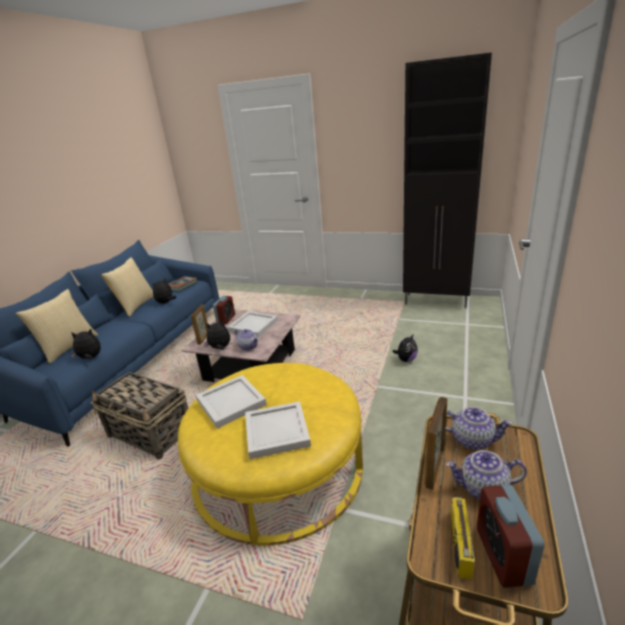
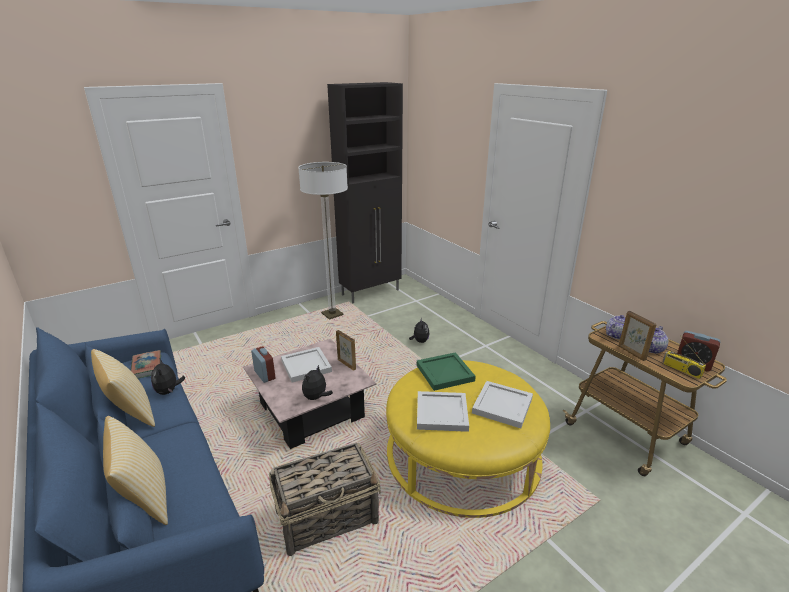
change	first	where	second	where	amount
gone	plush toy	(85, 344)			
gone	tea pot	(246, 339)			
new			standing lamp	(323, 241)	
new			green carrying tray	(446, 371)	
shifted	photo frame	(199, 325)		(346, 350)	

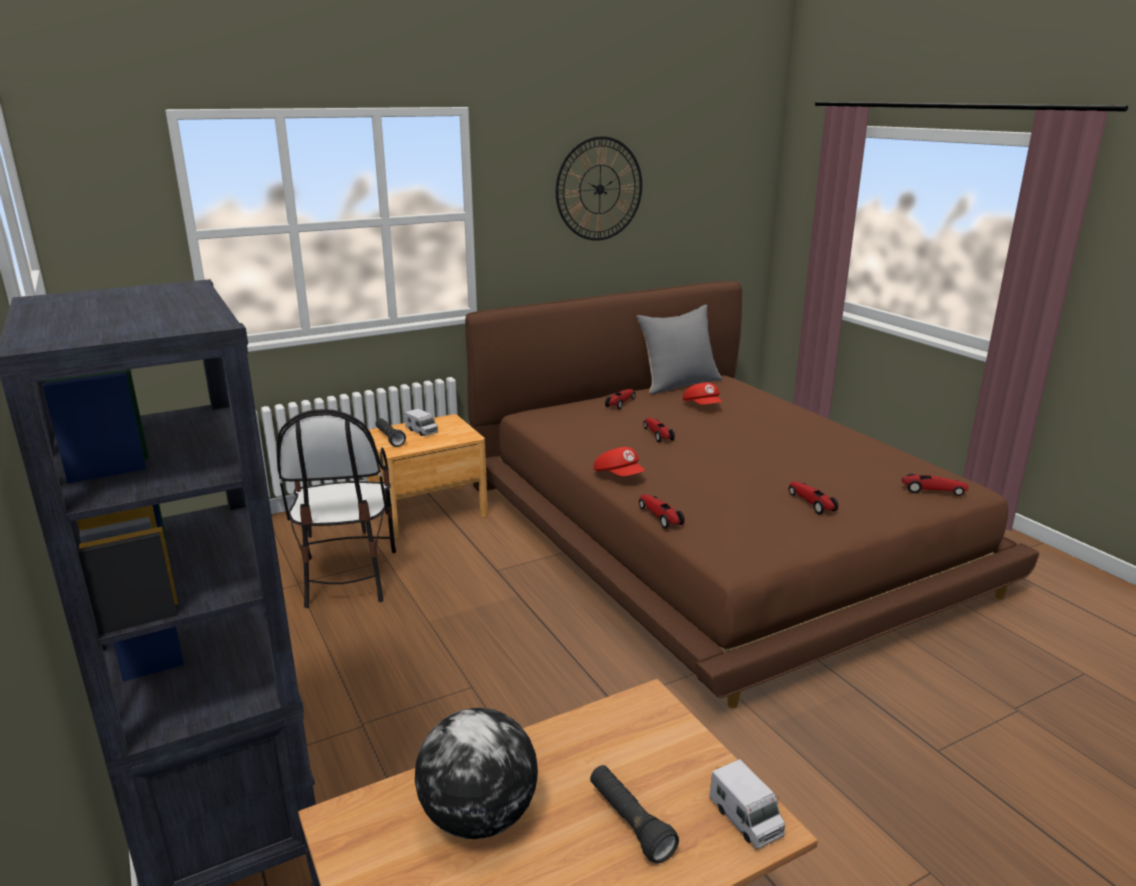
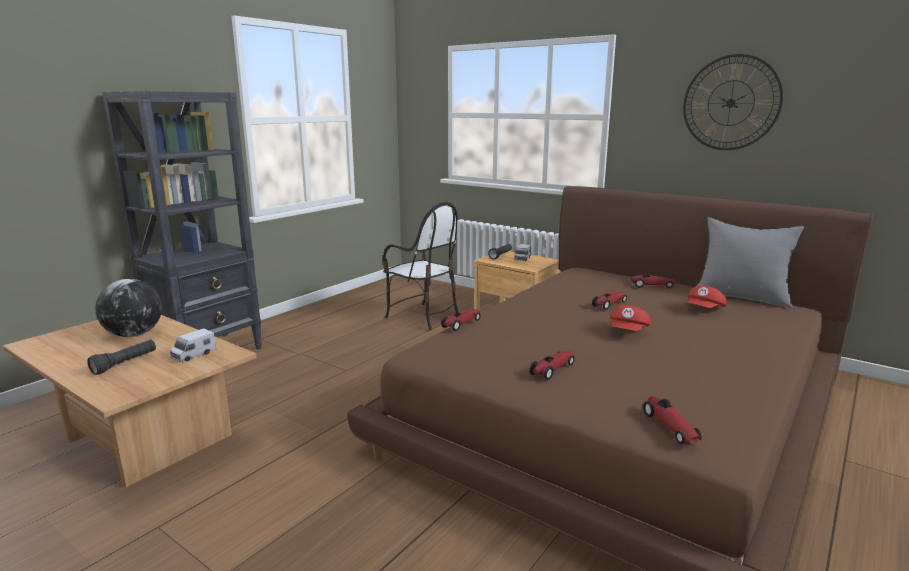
change	first	where	second	where	amount
shifted	red baseball cap	(619, 461)		(630, 318)	
shifted	model truck	(747, 804)		(193, 345)	
rotated	plain chair	(336, 508)		(420, 266)	105 degrees counterclockwise

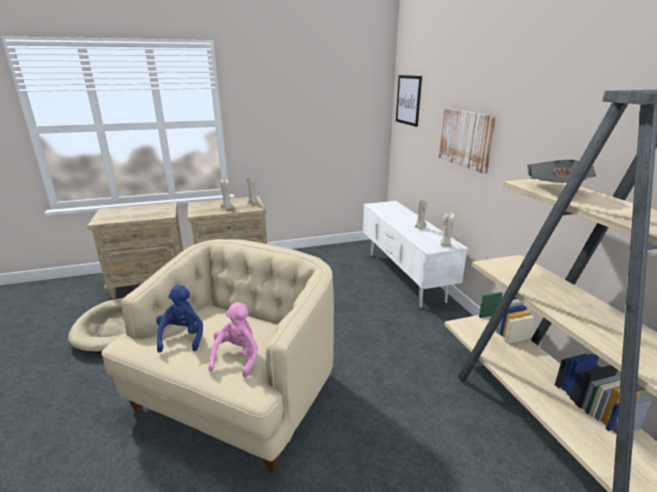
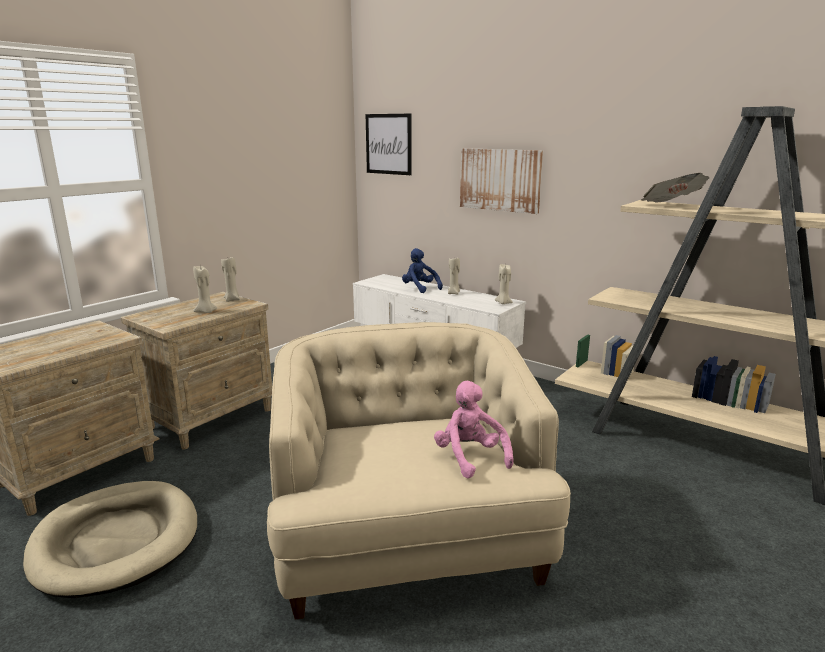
change	first	where	second	where	amount
shifted	bluish plush toy	(179, 319)		(422, 270)	

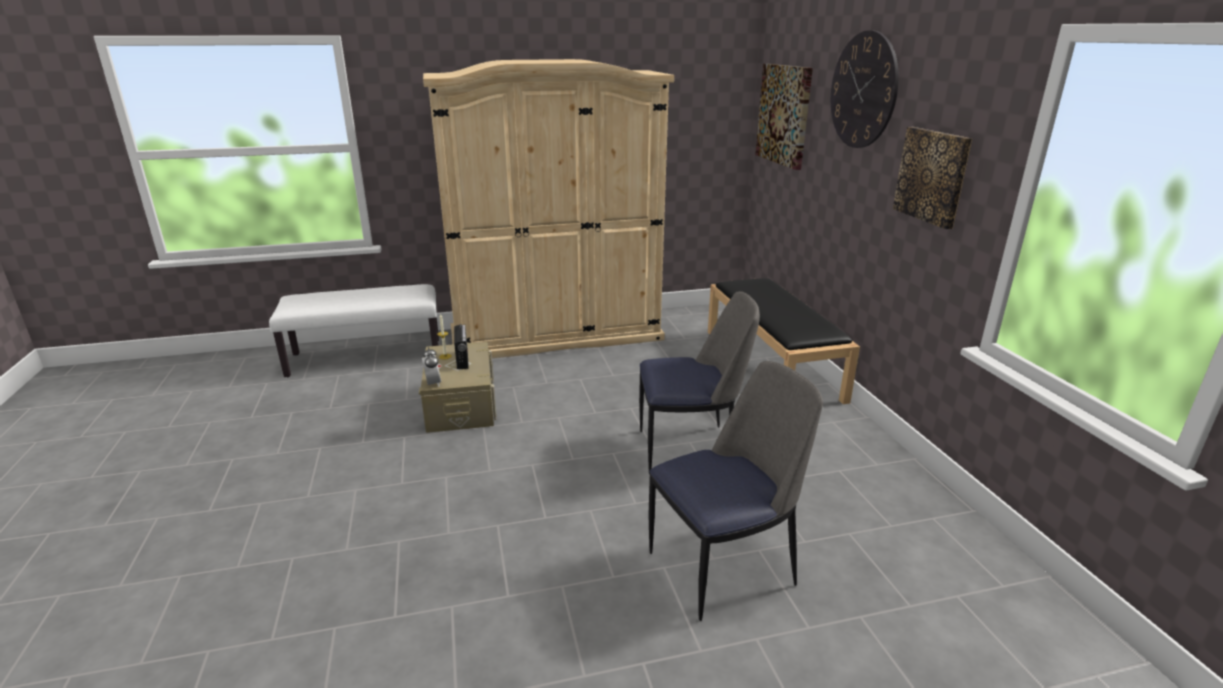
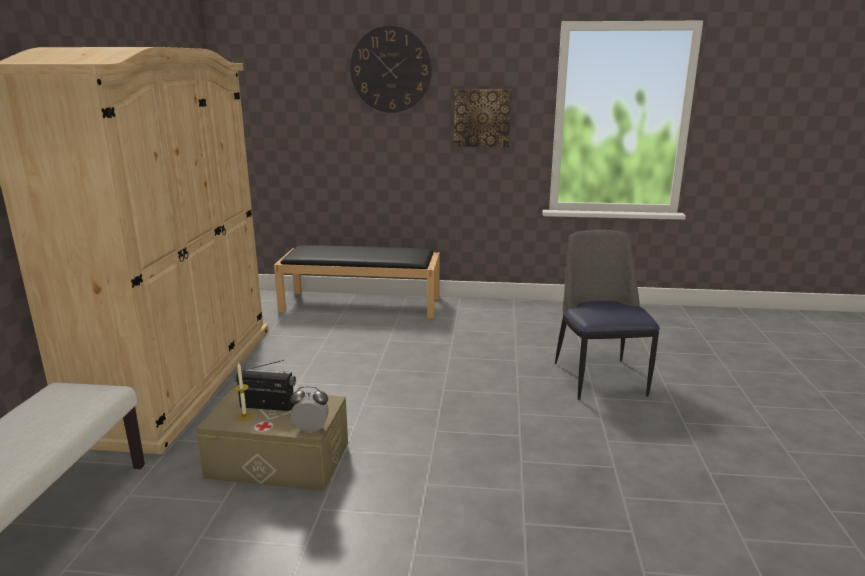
change	first	where	second	where	amount
gone	plain chair	(699, 383)			
gone	wall picture	(784, 117)			

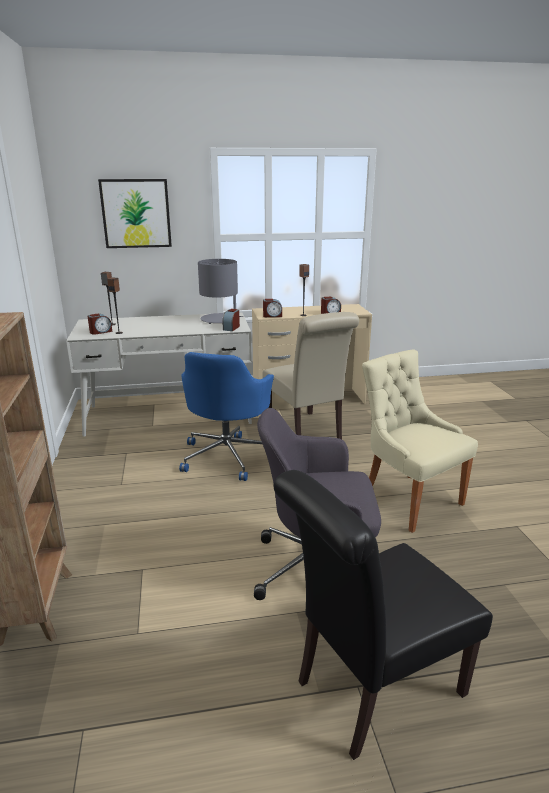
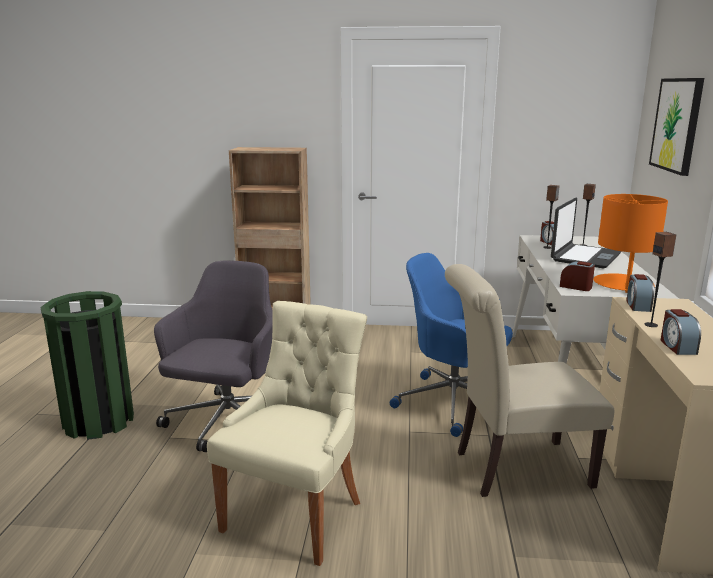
change	first	where	second	where	amount
new			notebook computer	(586, 233)	
swapped	blackish plain chair	(383, 615)	green waste bin	(87, 365)	
repainted	gray lamp for a table	(220, 291)	orangey lamp for a table	(630, 243)	
rotated	sand-coloured plain chair	(420, 441)		(287, 433)	45 degrees counterclockwise

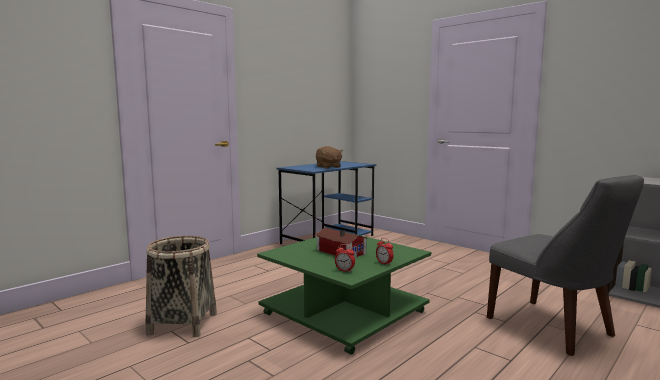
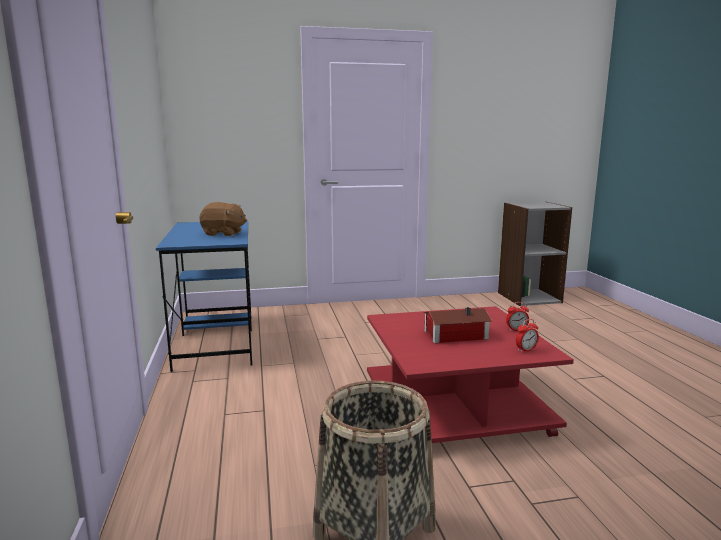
change	first	where	second	where	amount
gone	gray plain chair	(565, 265)			
repainted	green coffee table	(344, 293)	red coffee table	(470, 374)	

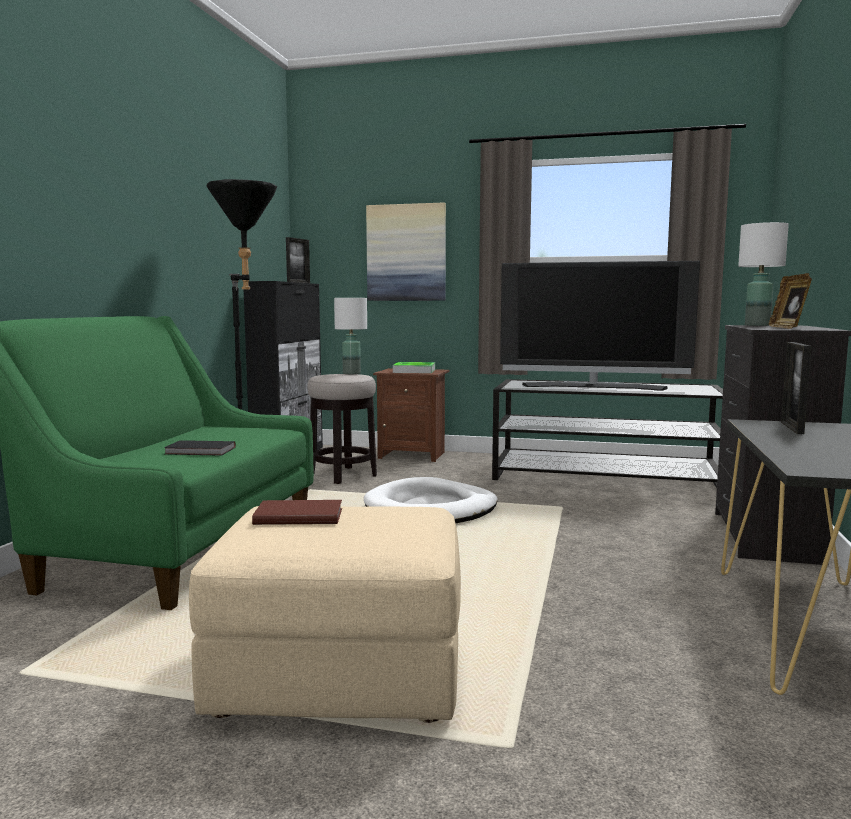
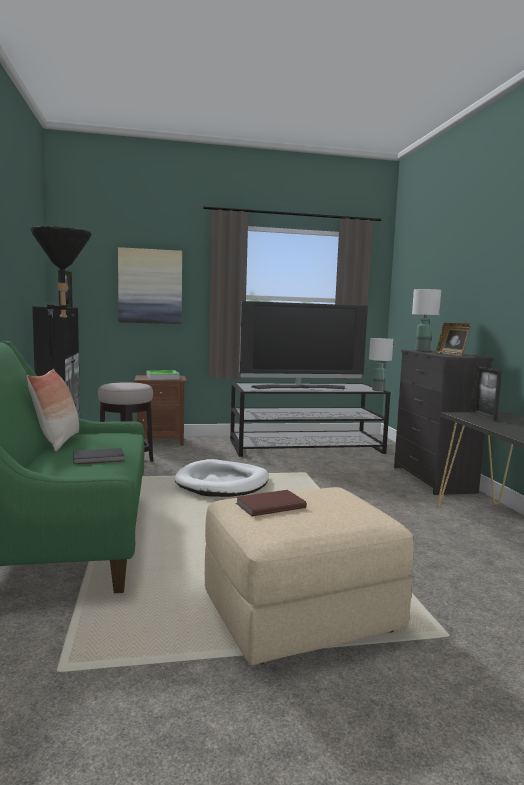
change	first	where	second	where	amount
new			throw pillow	(53, 409)	
shifted	white-coloured lamp for a table	(350, 336)		(381, 364)	

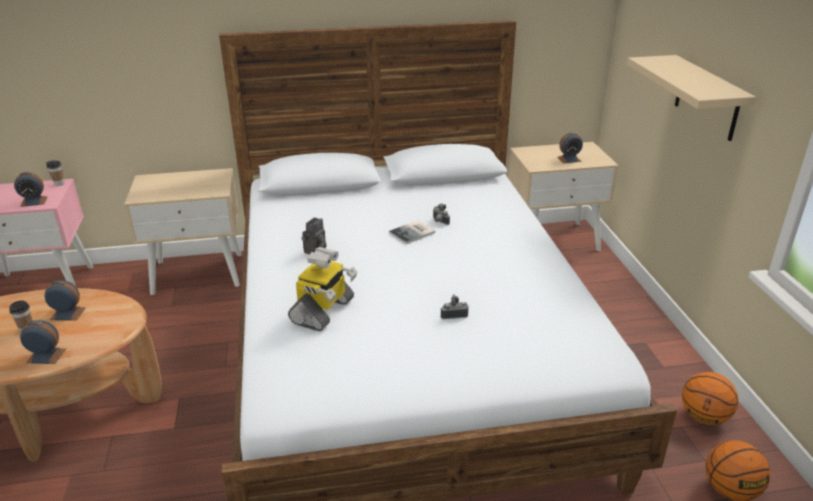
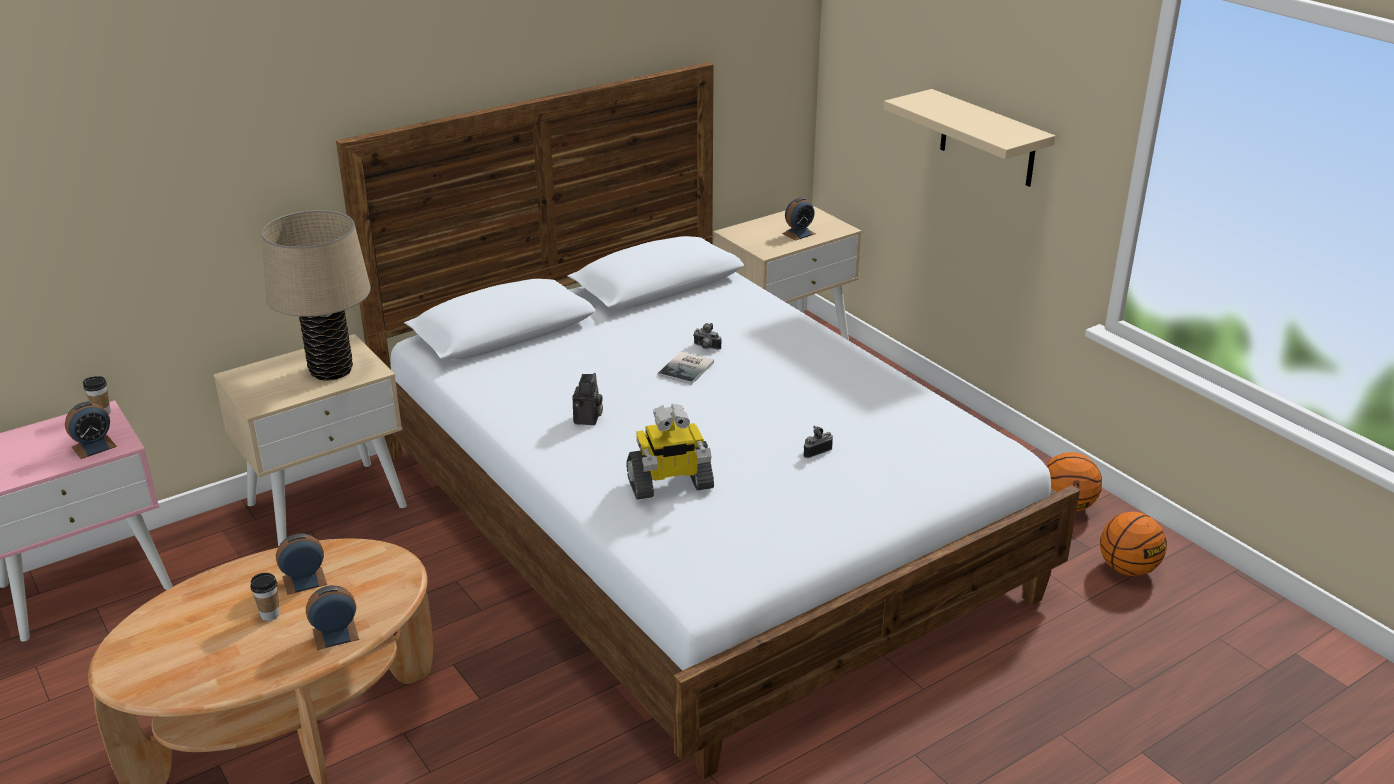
change	first	where	second	where	amount
new			sand-coloured lamp for a table	(316, 295)	
rotated	robot figure	(322, 289)		(670, 452)	75 degrees clockwise

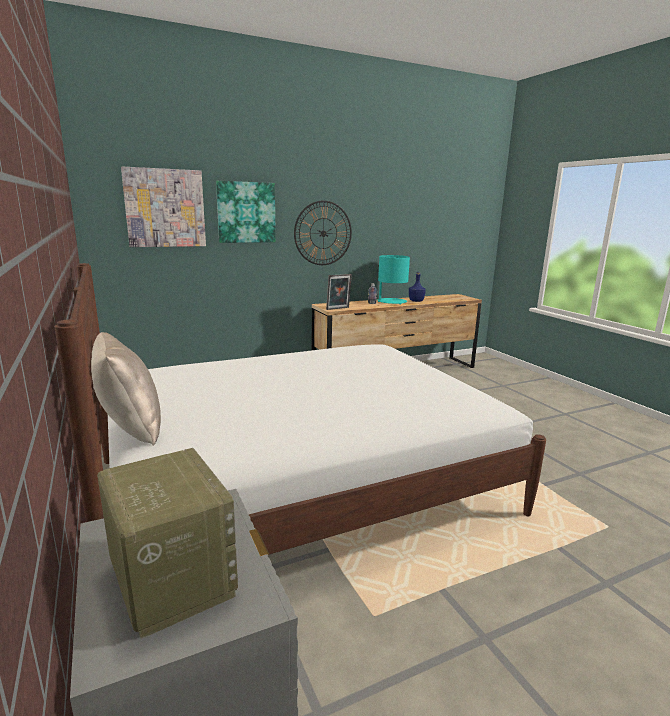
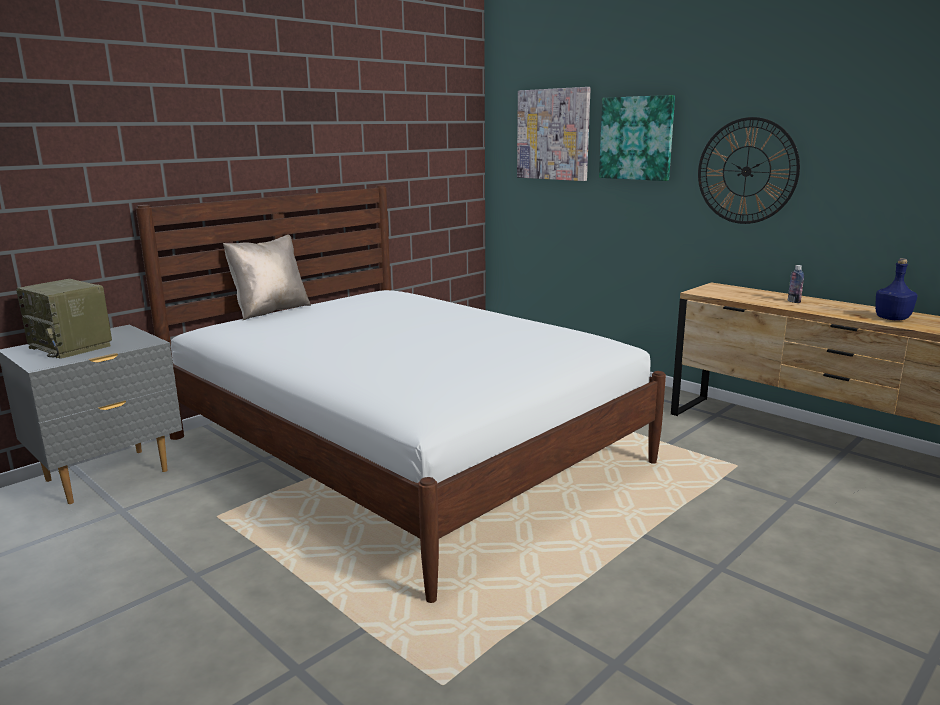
change	first	where	second	where	amount
gone	photo frame	(339, 292)			
gone	turquoise lamp for a table	(393, 280)			
rotated	radio	(167, 543)		(64, 319)	90 degrees clockwise

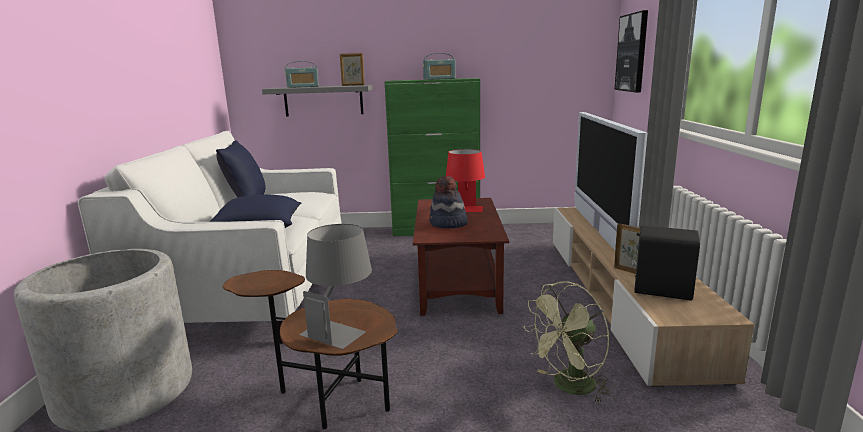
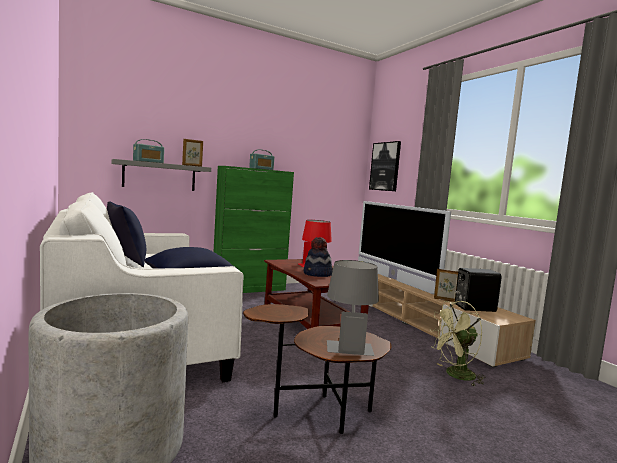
change	first	where	second	where	amount
rotated	green cooling fan	(566, 341)		(457, 343)	45 degrees clockwise

